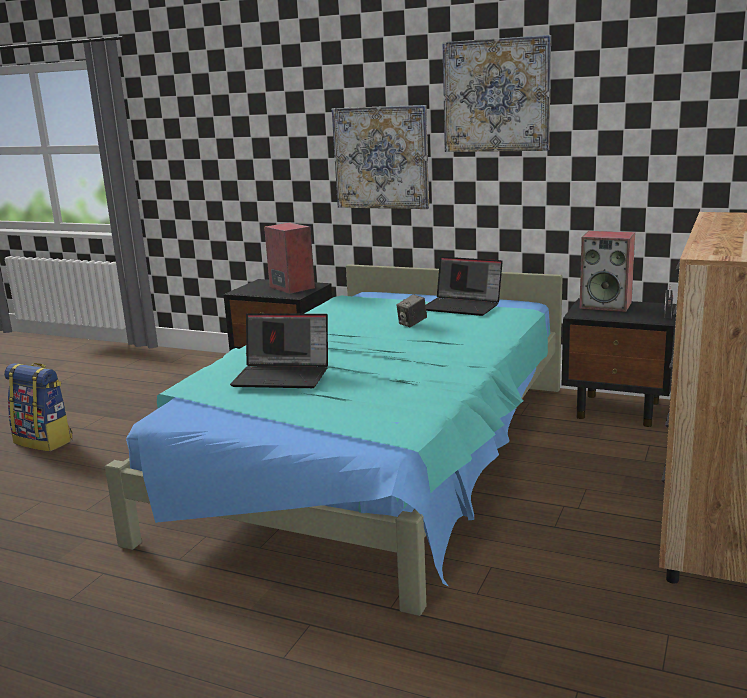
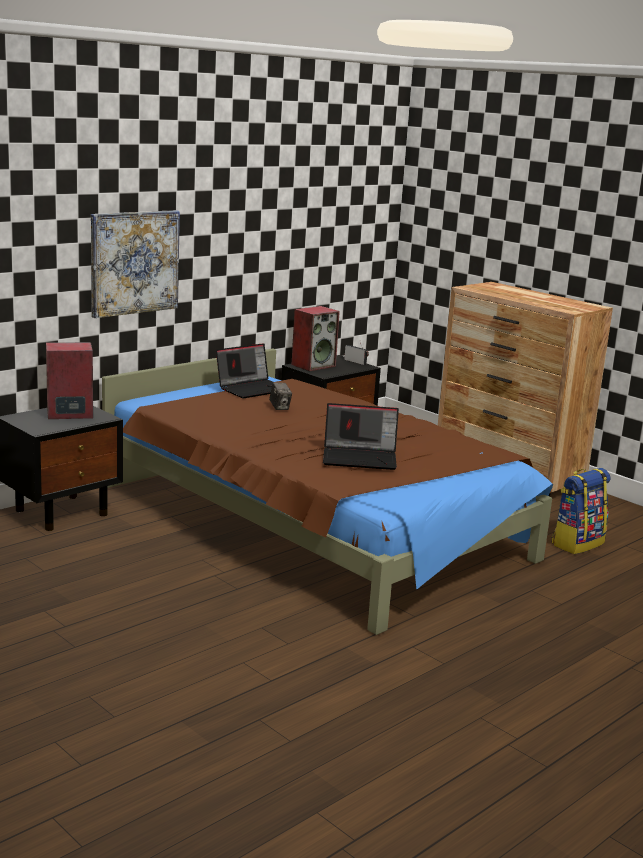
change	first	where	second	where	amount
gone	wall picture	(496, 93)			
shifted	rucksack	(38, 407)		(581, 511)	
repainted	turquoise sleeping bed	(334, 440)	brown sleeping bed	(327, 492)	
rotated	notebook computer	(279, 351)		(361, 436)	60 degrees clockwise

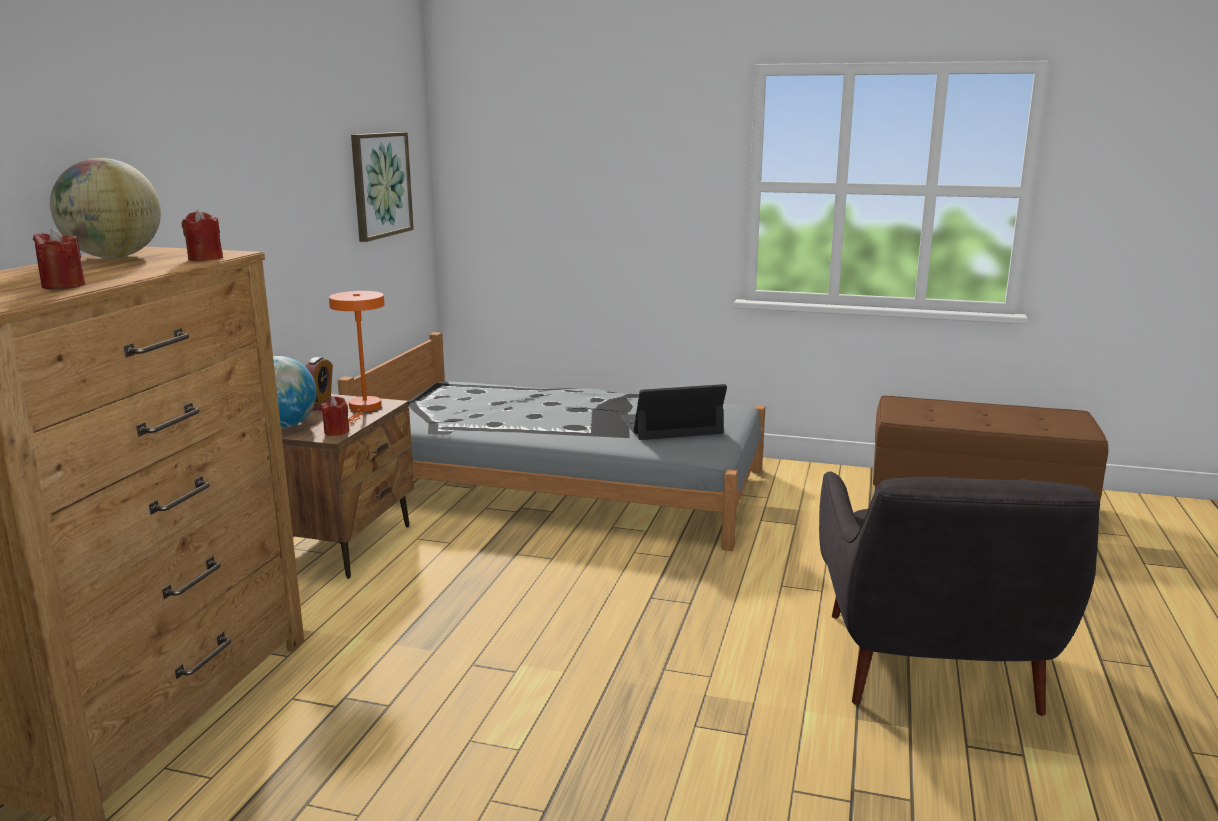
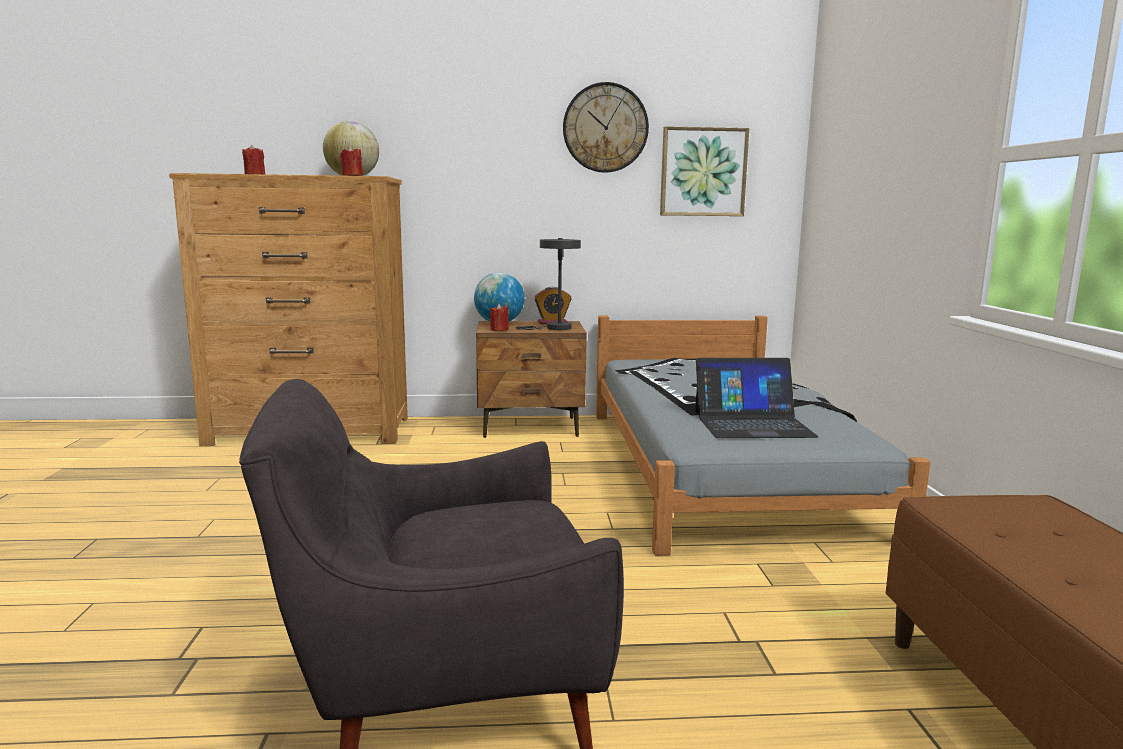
change	first	where	second	where	amount
new			clock on the wall	(606, 127)	
repainted	orangey lamp for a table	(357, 357)	gray lamp for a table	(548, 284)	
rotated	notebook computer	(673, 412)		(757, 398)	120 degrees clockwise

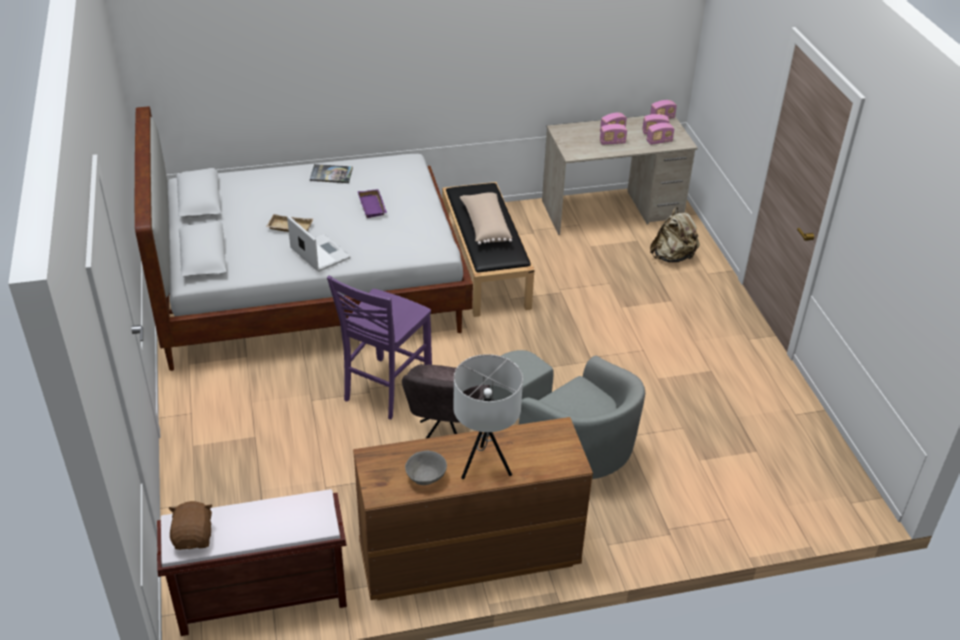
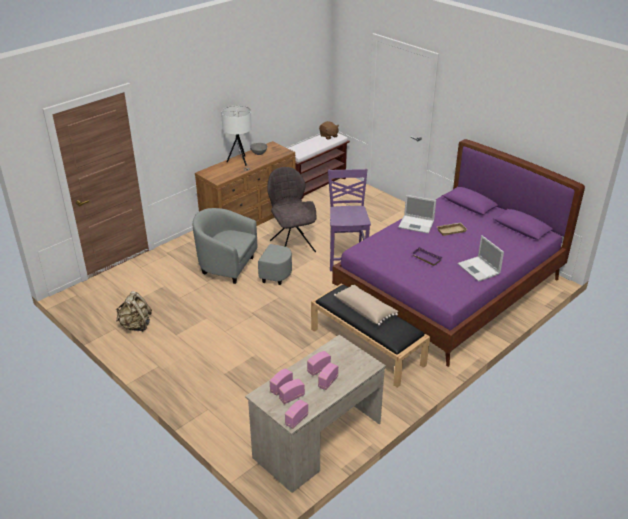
change	first	where	second	where	amount
shifted	sand-coloured rucksack	(675, 234)		(134, 311)	
swapped	bound book	(331, 173)	notebook computer	(481, 258)	
repainted	white-coloured sleeping bed	(304, 238)	purple-coloured sleeping bed	(458, 253)	

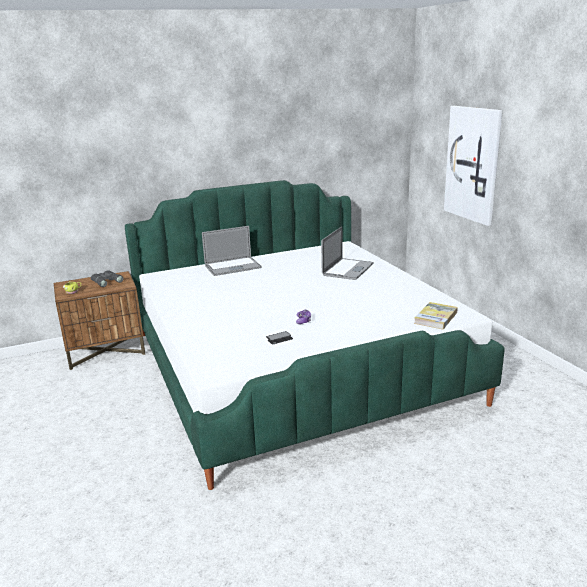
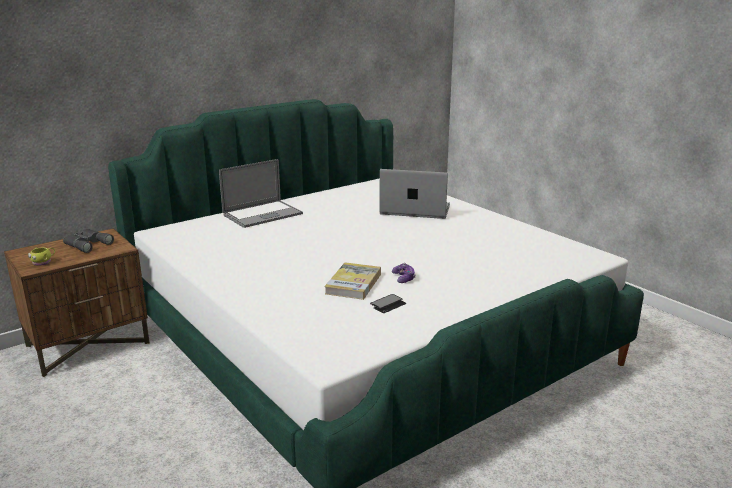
change	first	where	second	where	amount
gone	wall picture	(473, 166)			
shifted	bound book	(436, 316)		(352, 281)	
rotated	notebook computer	(347, 253)		(414, 194)	90 degrees counterclockwise

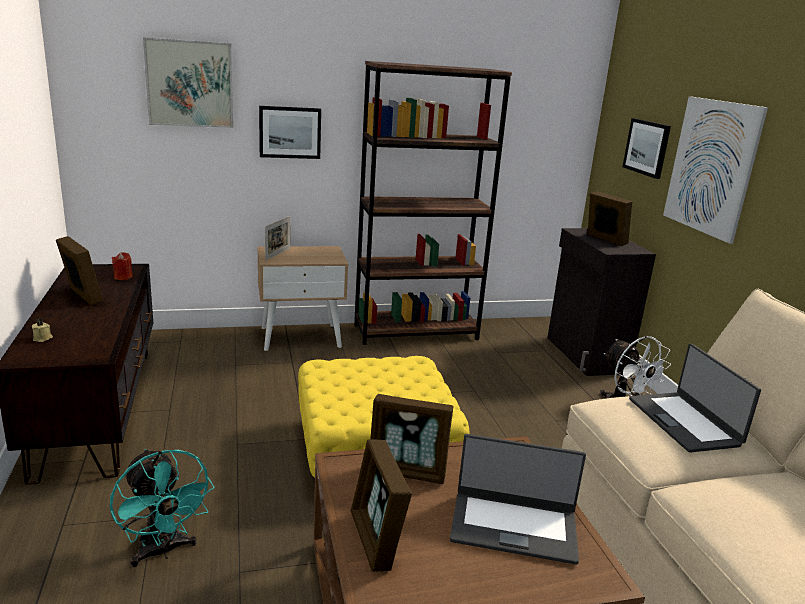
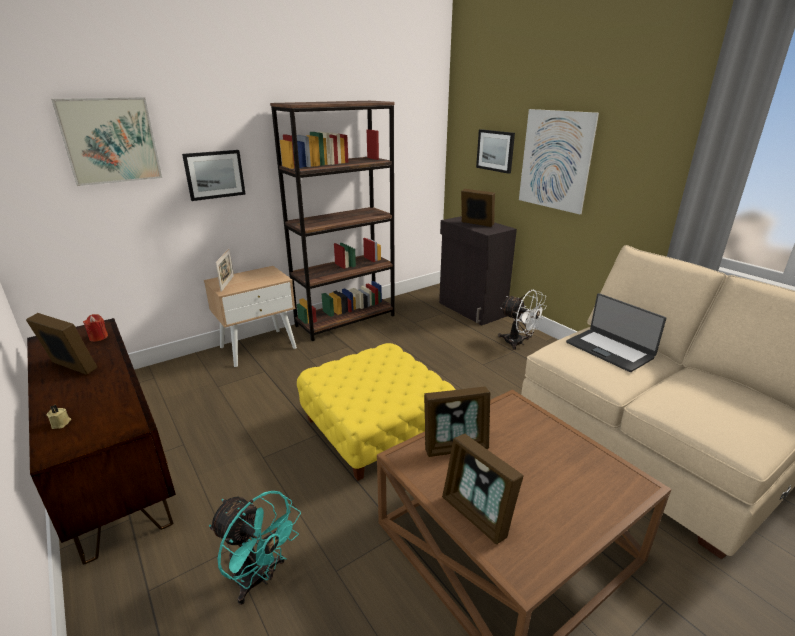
change	first	where	second	where	amount
gone	notebook computer	(518, 499)			

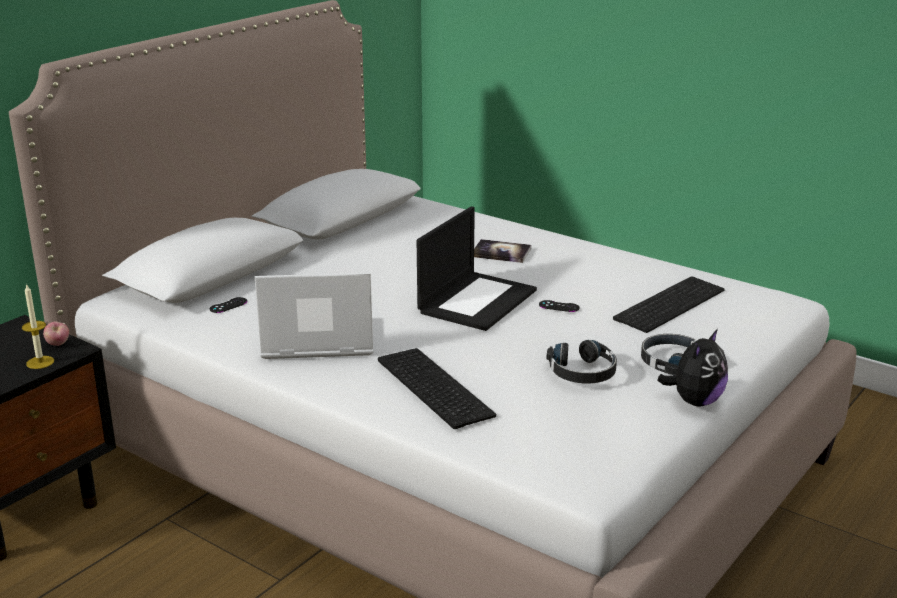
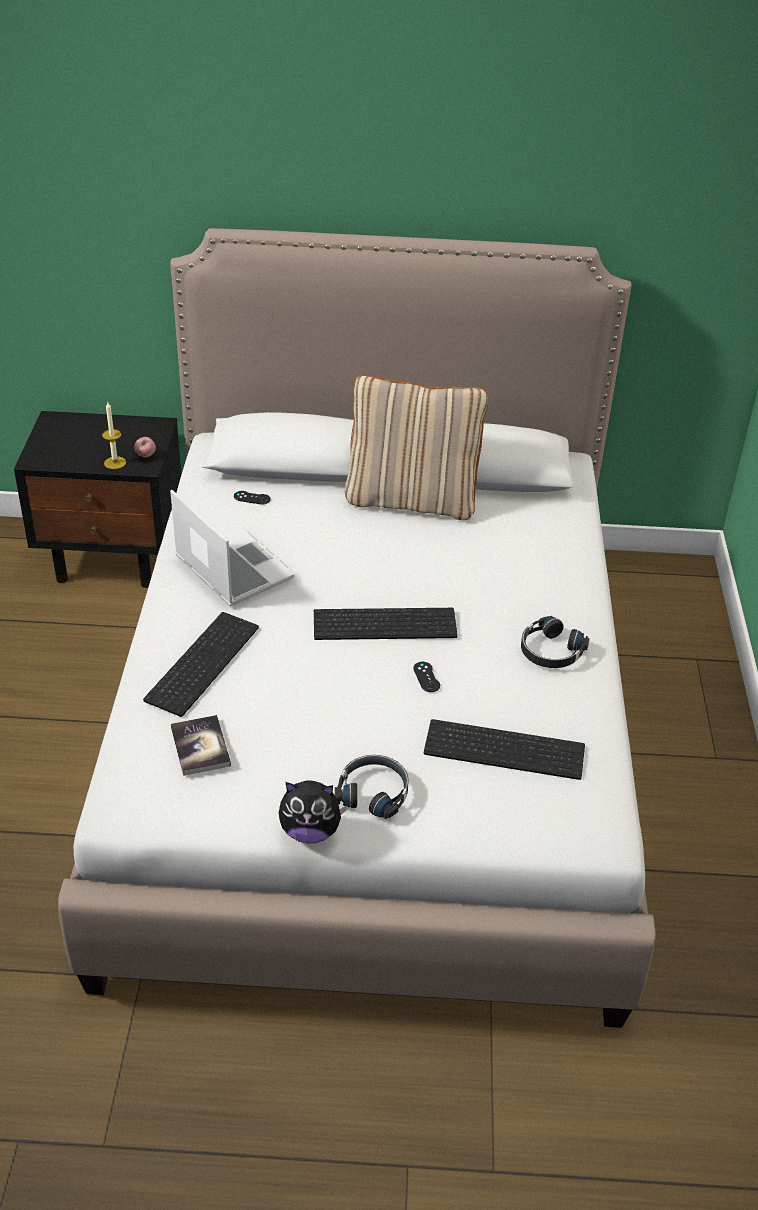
change	first	where	second	where	amount
new			sand-coloured throw pillow	(417, 447)	
shifted	bound book	(502, 251)		(201, 745)	
shifted	blackish headphones	(581, 362)		(555, 642)	
swapped	notebook computer	(477, 268)	keyboard	(386, 624)	

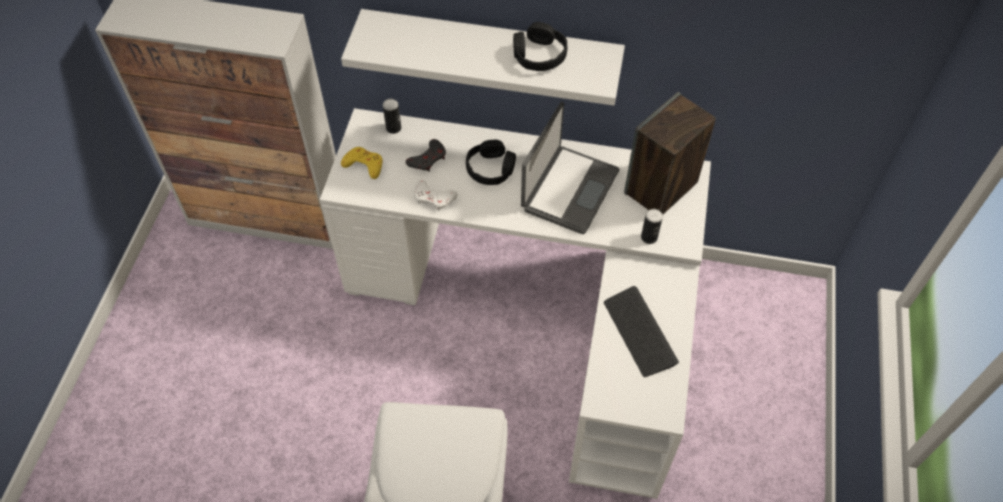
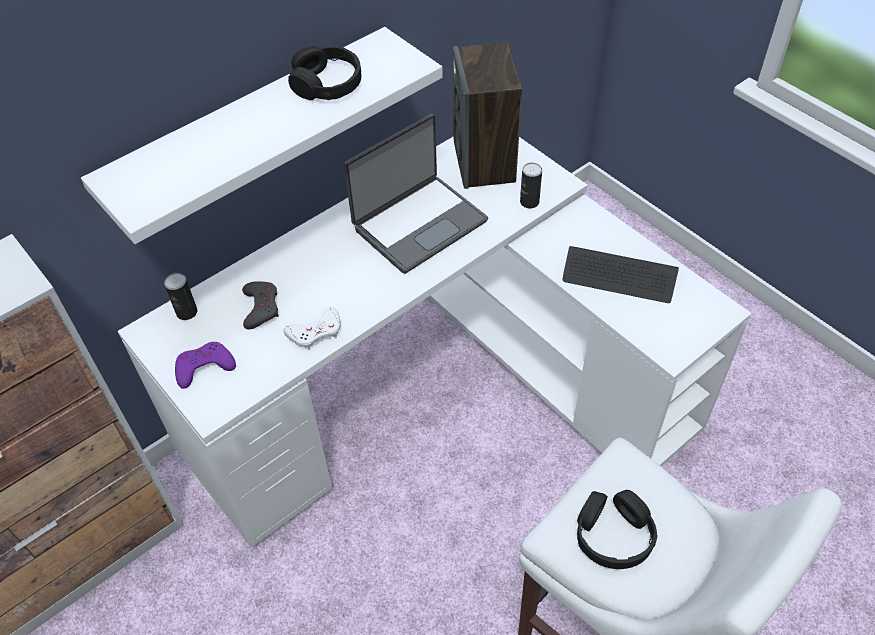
change	first	where	second	where	amount
shifted	blackish headphones	(491, 162)		(617, 529)	
repainted	yellowish game controller	(361, 163)	purple-coloured game controller	(205, 365)	
rotated	notebook computer	(570, 168)		(416, 194)	75 degrees clockwise

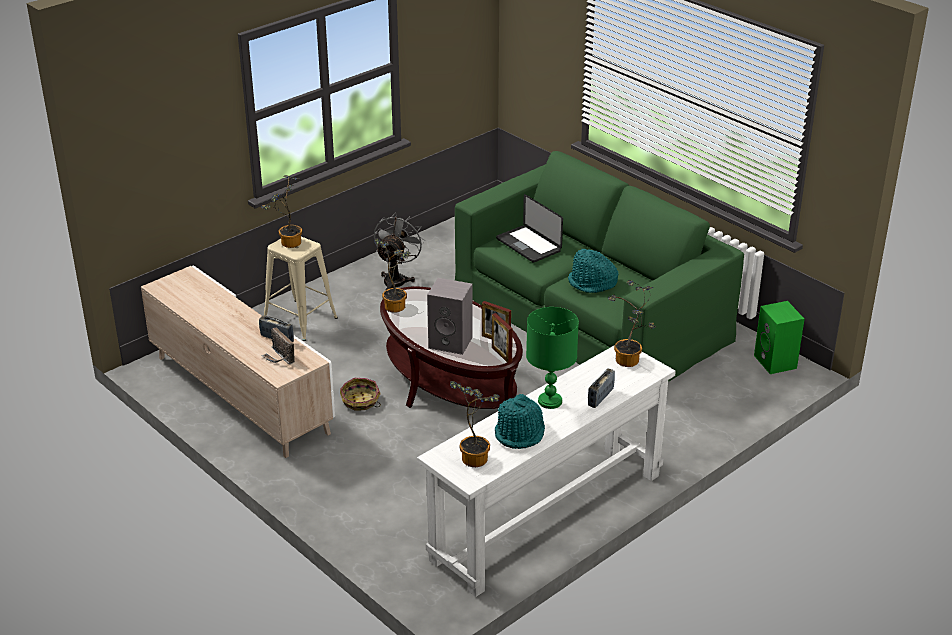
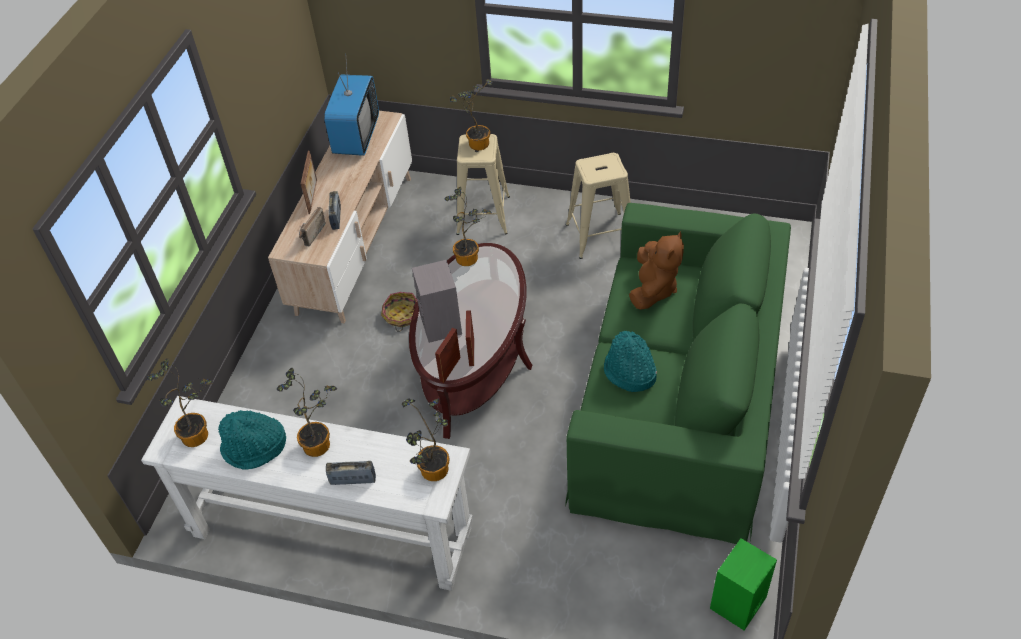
change	first	where	second	where	amount
new			photo frame	(309, 182)	
new			TV	(351, 108)	
swapped	gray cooling fan	(399, 251)	sand-coloured sitting stool	(598, 206)	
swapped	notebook computer	(529, 228)	brown plush toy	(656, 270)	
swapped	green lamp for a table	(552, 358)	houseplant	(307, 412)	

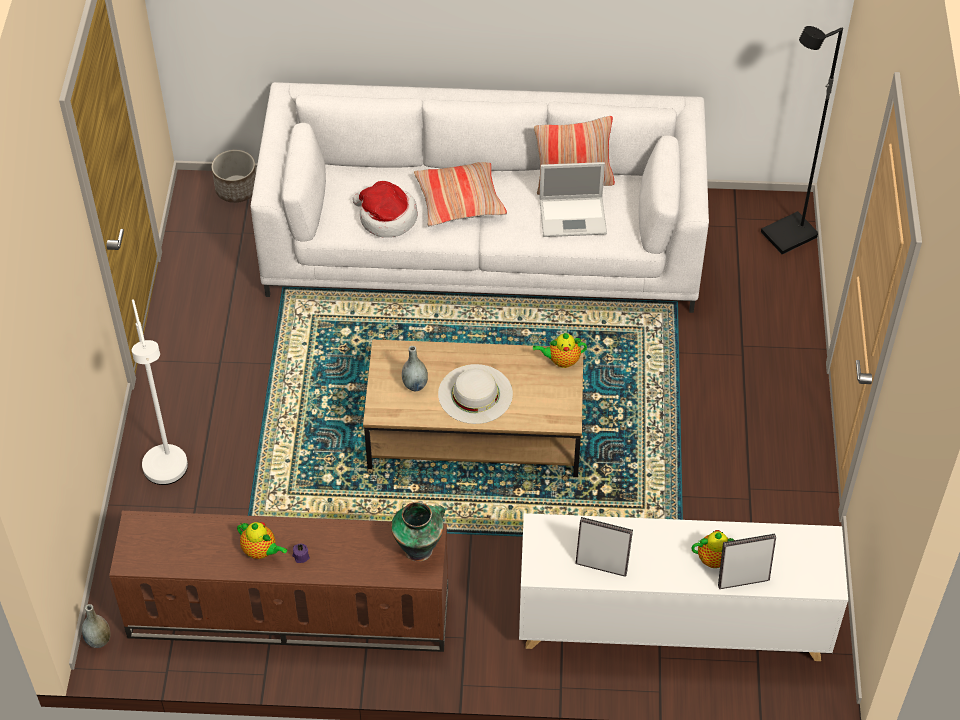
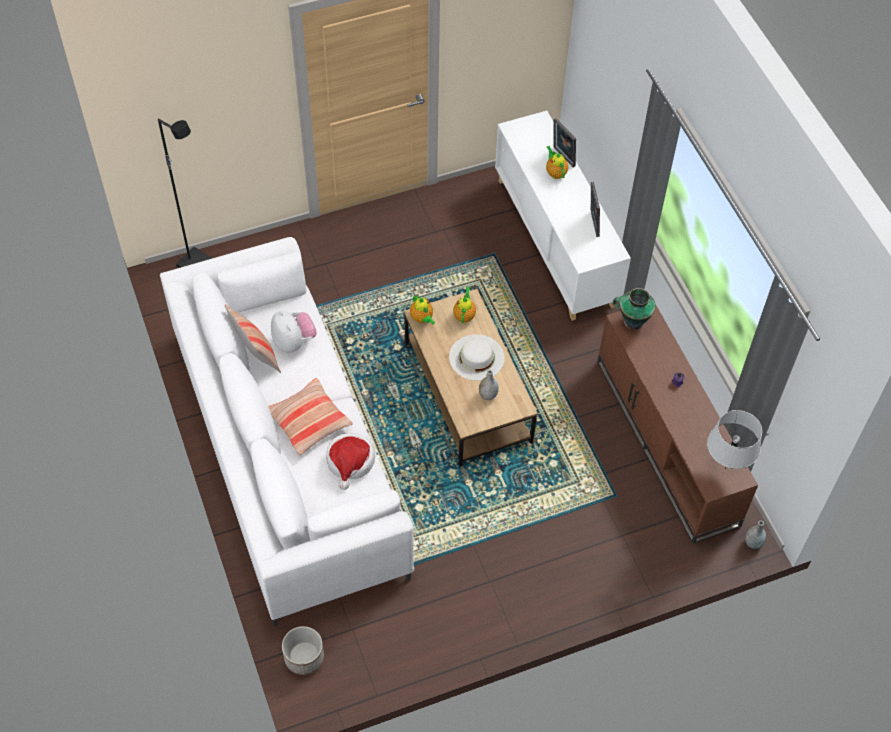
change	first	where	second	where	amount
gone	white-coloured standing lamp	(160, 392)			
new			gray lamp for a table	(734, 439)	
shifted	tea pot	(262, 540)		(464, 305)	
swapped	notebook computer	(573, 199)	plush toy	(294, 332)	

